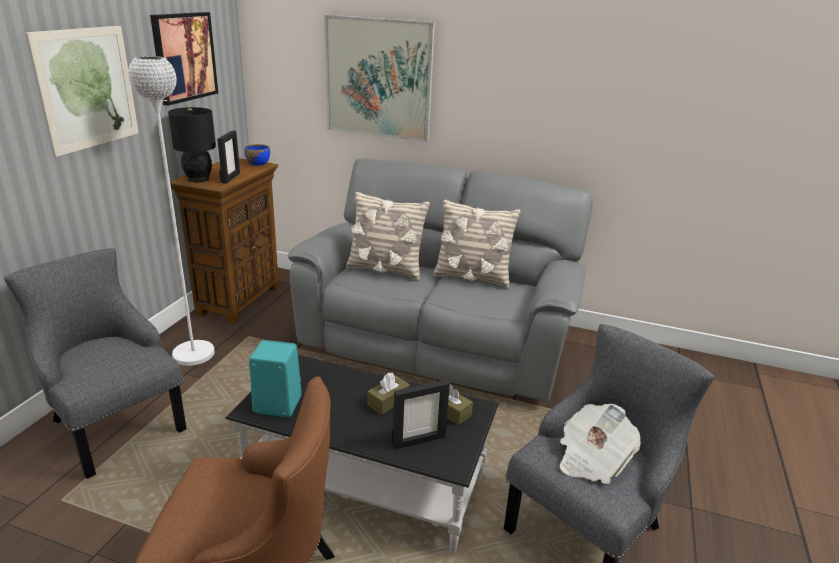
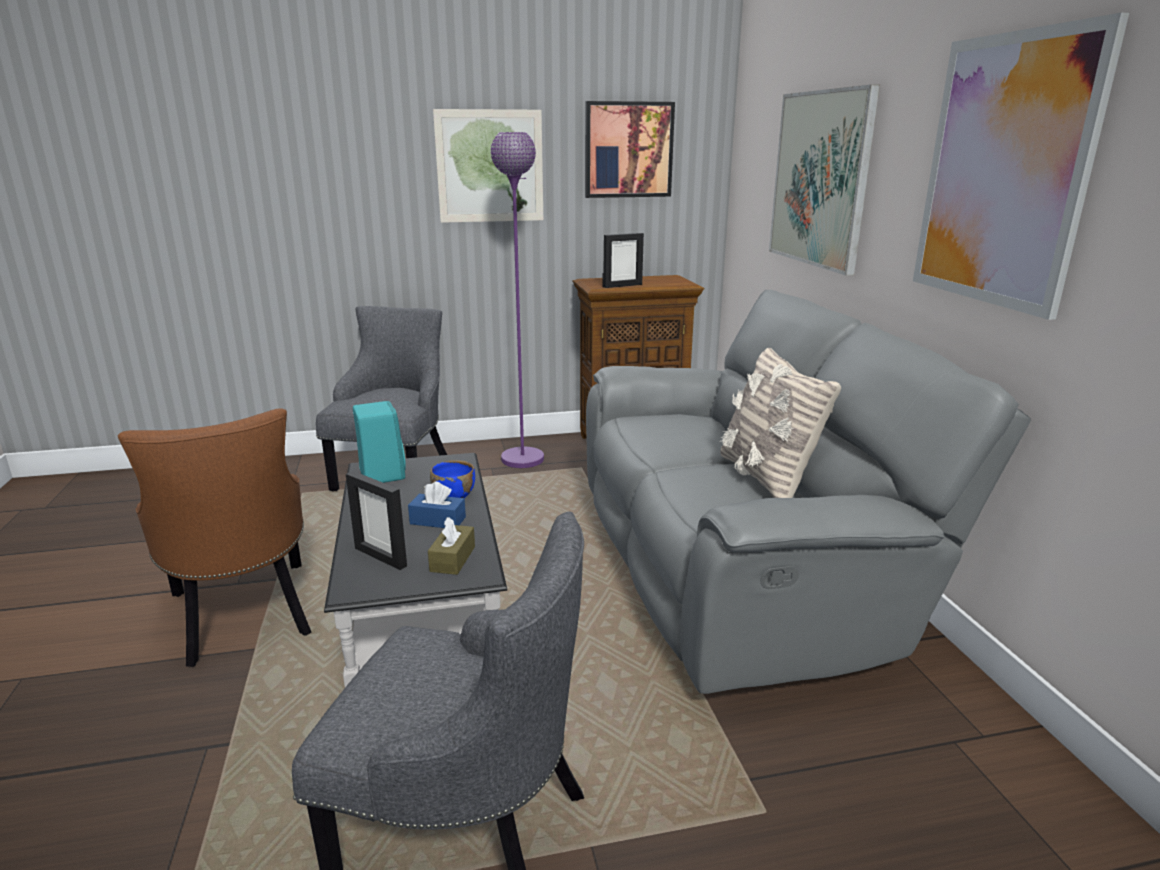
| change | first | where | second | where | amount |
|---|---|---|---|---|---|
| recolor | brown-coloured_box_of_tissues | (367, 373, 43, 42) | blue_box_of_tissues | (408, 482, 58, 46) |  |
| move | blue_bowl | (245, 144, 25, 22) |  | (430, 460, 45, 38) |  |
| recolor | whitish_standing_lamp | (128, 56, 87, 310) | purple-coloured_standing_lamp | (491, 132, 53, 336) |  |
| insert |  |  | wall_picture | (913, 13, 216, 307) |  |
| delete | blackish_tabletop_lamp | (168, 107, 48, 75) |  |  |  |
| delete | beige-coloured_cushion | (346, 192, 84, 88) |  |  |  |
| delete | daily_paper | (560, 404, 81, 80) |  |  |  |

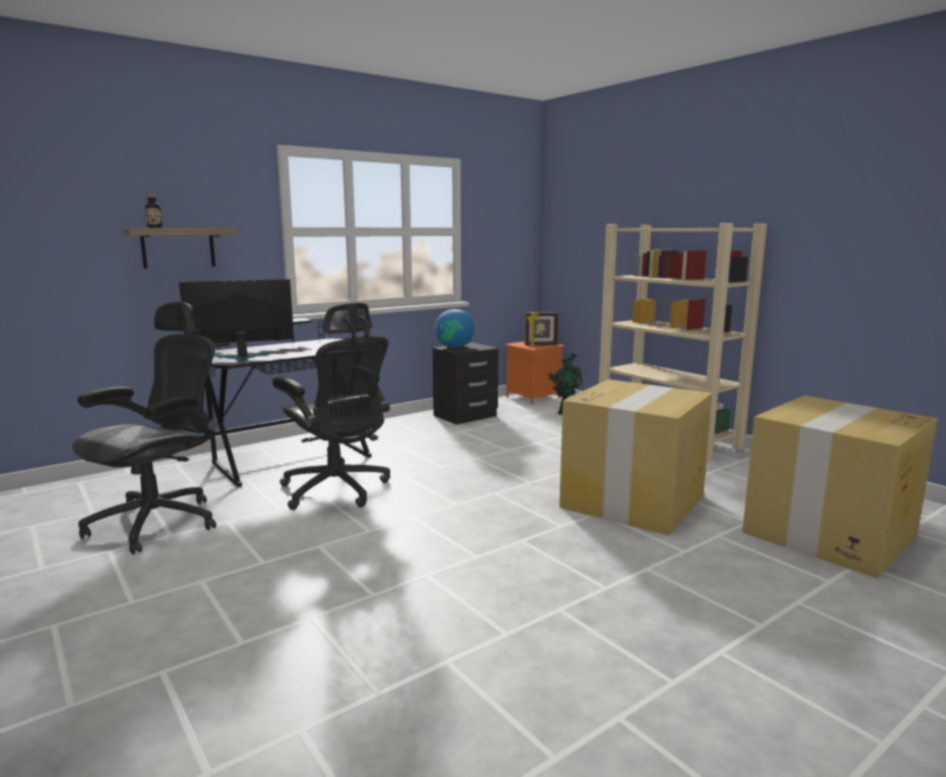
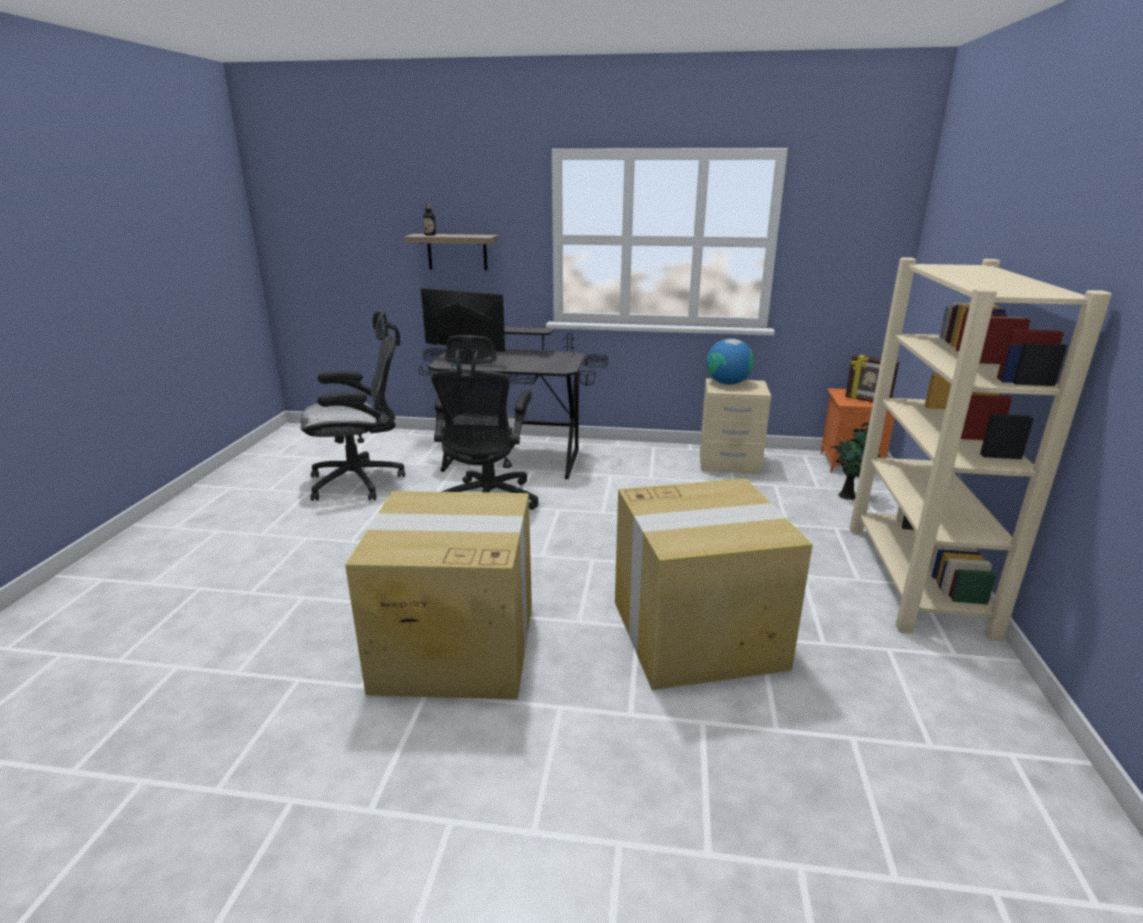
| change | first | where | second | where | amount |
|---|---|---|---|---|---|
| move | carton | (742, 396, 196, 183) |  | (345, 491, 187, 209) |  |
| recolor | blackish_bedside_table | (433, 343, 66, 82) | beige-coloured_bedside_table | (700, 378, 71, 96) |  |

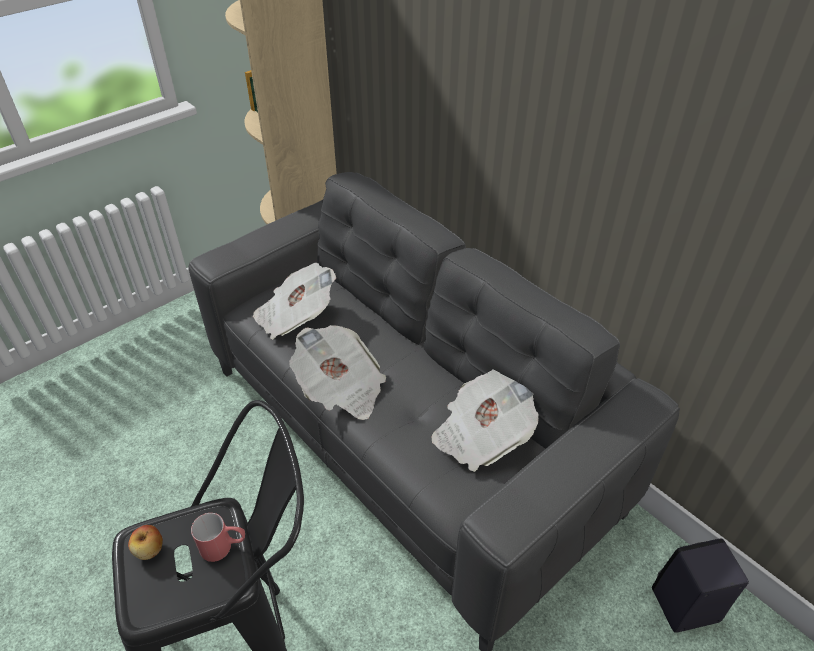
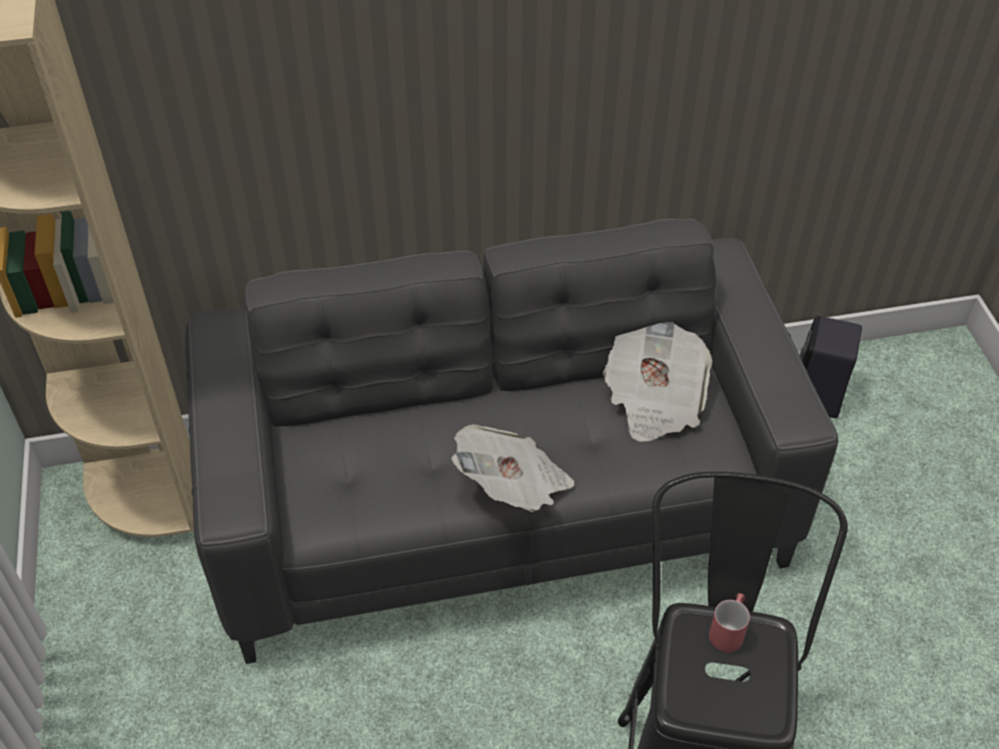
| change | first | where | second | where | amount |
|---|---|---|---|---|---|
| delete | apple | (128, 525, 35, 35) |  |  |  |
| delete | daily_paper | (253, 263, 83, 77) |  |  |  |

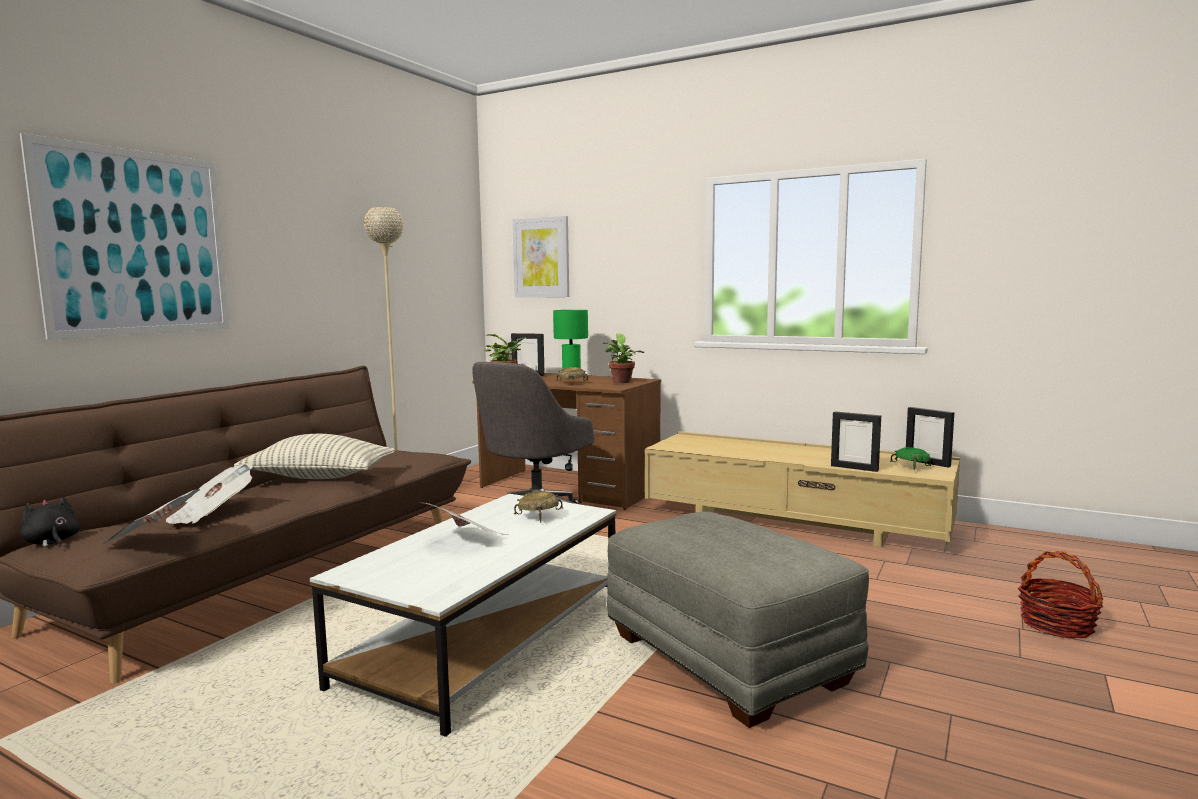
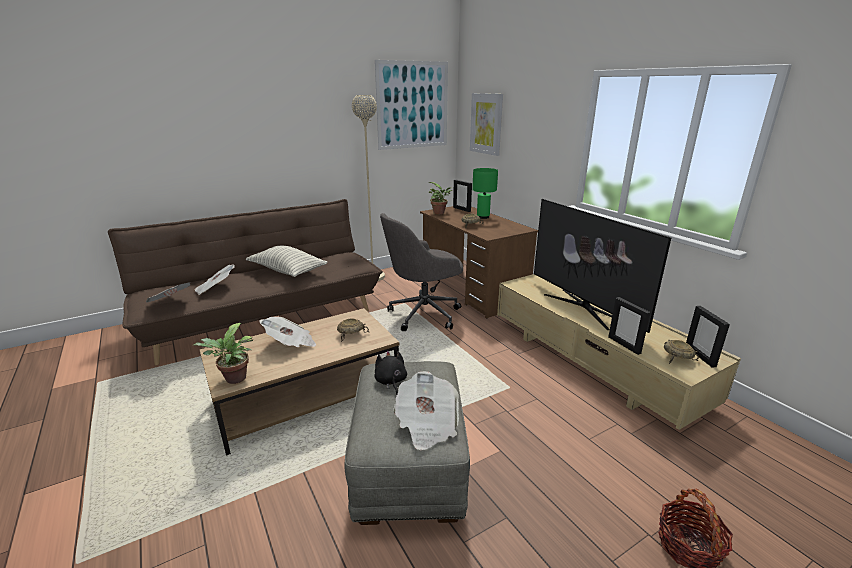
| change | first | where | second | where | amount |
|---|---|---|---|---|---|
| move | potted_plant | (603, 334, 41, 49) |  | (192, 323, 61, 61) |  |
| recolor | whitish_low_table | (310, 494, 306, 243) | brown-coloured_low_table | (200, 308, 199, 148) |  |
| move | blackish_plush_toy | (20, 497, 60, 51) |  | (374, 350, 33, 45) |  |
| move | wall_picture | (20, 133, 210, 206) |  | (375, 60, 73, 90) |  |
| insert |  |  | daily_paper | (393, 371, 66, 80) |  |
| insert |  |  | TV_set | (534, 199, 137, 134) |  |
| recolor | green_bowl | (890, 447, 41, 24) | beige-coloured_bowl | (664, 340, 35, 24) |  |

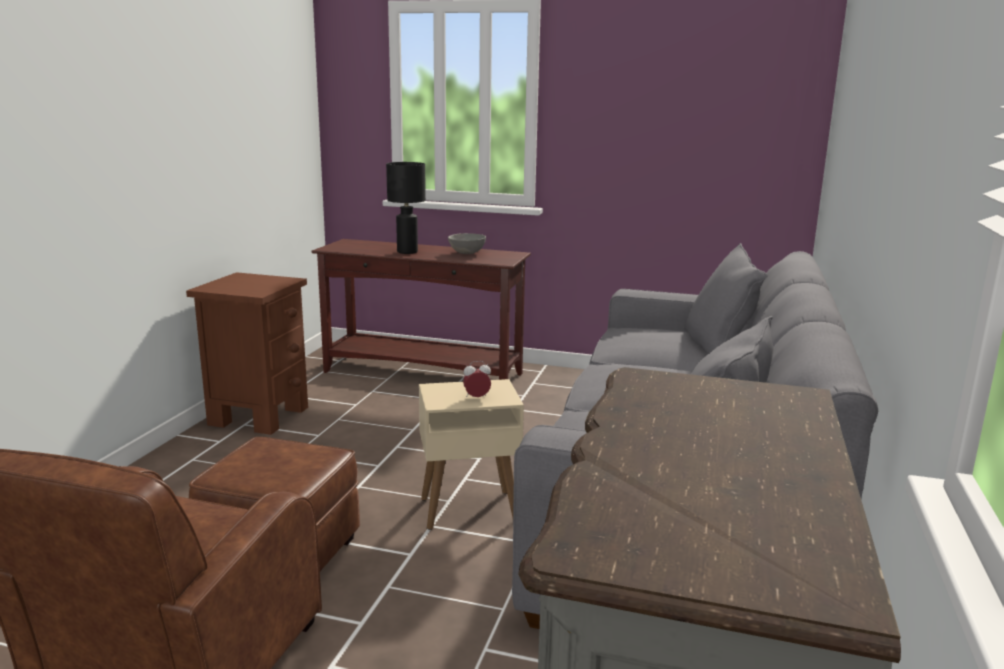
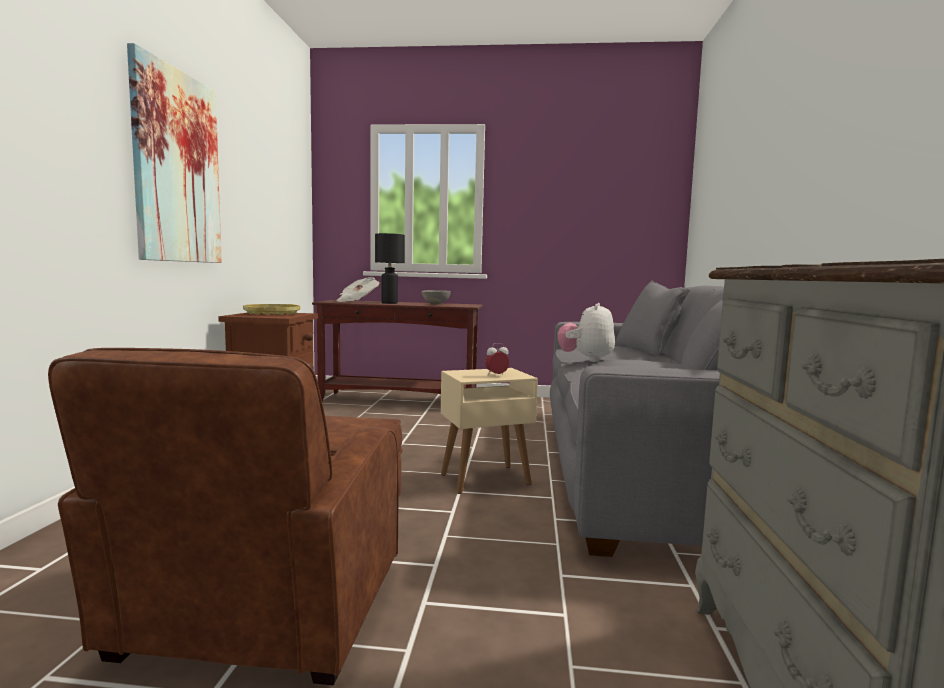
| change | first | where | second | where | amount |
|---|---|---|---|---|---|
| insert |  |  | wall_picture | (127, 43, 95, 220) |  |
| insert |  |  | yellowish_serving_tray | (243, 304, 57, 11) |  |
| insert |  |  | daily_paper | (336, 277, 44, 25) |  |
| insert |  |  | plush_toy | (558, 303, 57, 59) |  |

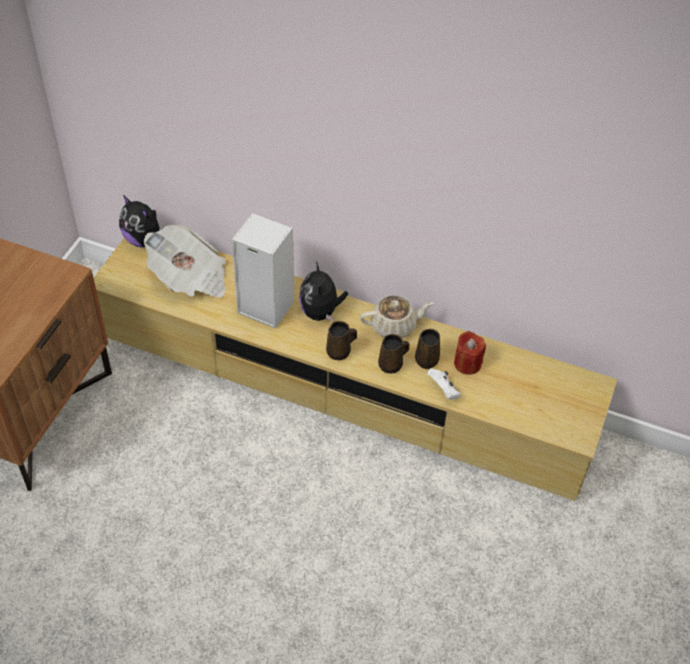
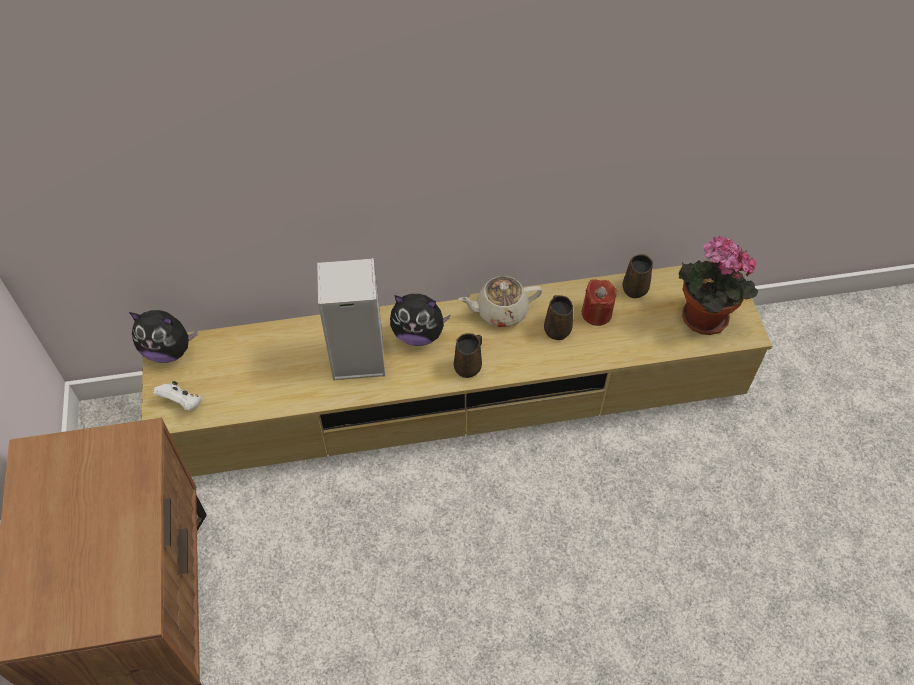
| change | first | where | second | where | amount |
|---|---|---|---|---|---|
| move | whitish_joypad | (427, 369, 34, 31) |  | (153, 381, 49, 30) |  |
| rotate | plush_toy | (299, 262, 49, 60) |  | (390, 294, 61, 52) | 45 degrees counterclockwise |
| rotate | beige-coloured_teapot | (360, 295, 73, 43) |  | (458, 276, 84, 51) | 150 degrees counterclockwise |
| move | brown-coloured_tea_mug | (378, 334, 31, 39) |  | (623, 254, 30, 44) |  |
| insert |  |  | potted_plant | (678, 235, 81, 100) |  |
| delete | daily_paper | (144, 225, 82, 73) |  |  |  |

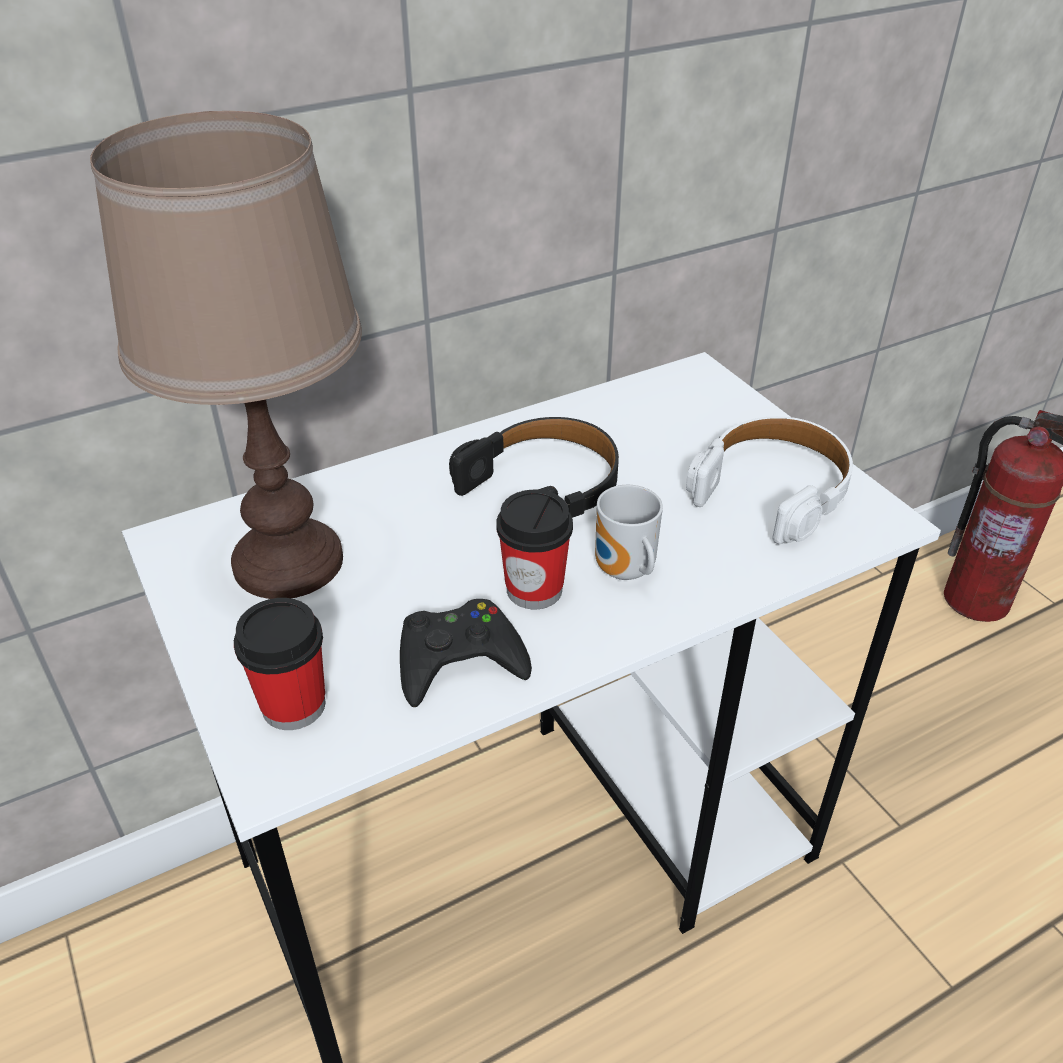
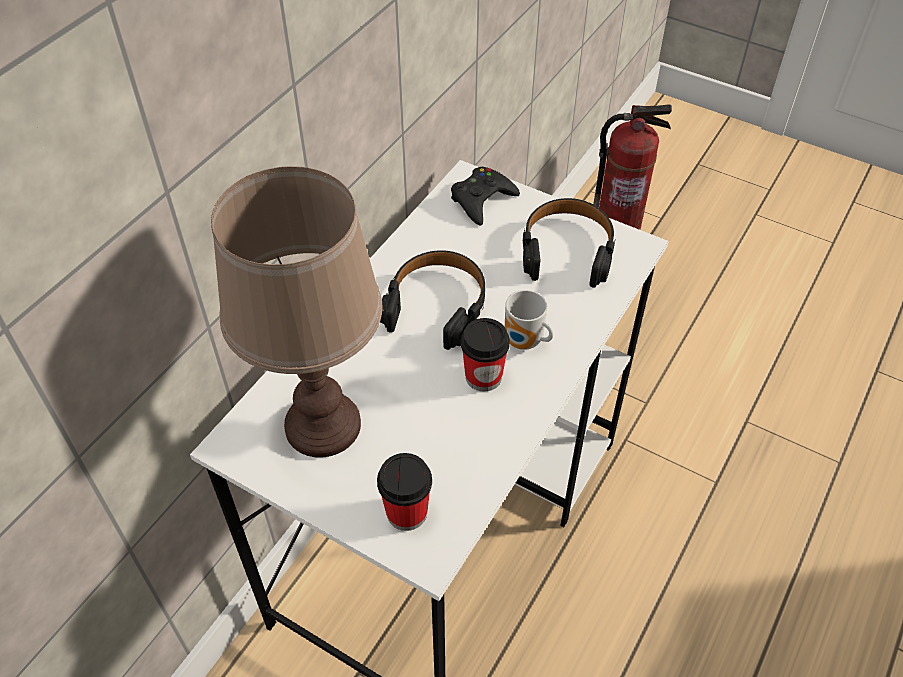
| change | first | where | second | where | amount |
|---|---|---|---|---|---|
| move | blackish_joypad | (400, 599, 132, 108) |  | (451, 167, 69, 59) |  |
| recolor | whitish_pair_of_headphones | (686, 416, 167, 128) | blackish_pair_of_headphones | (523, 198, 93, 90) |  |

